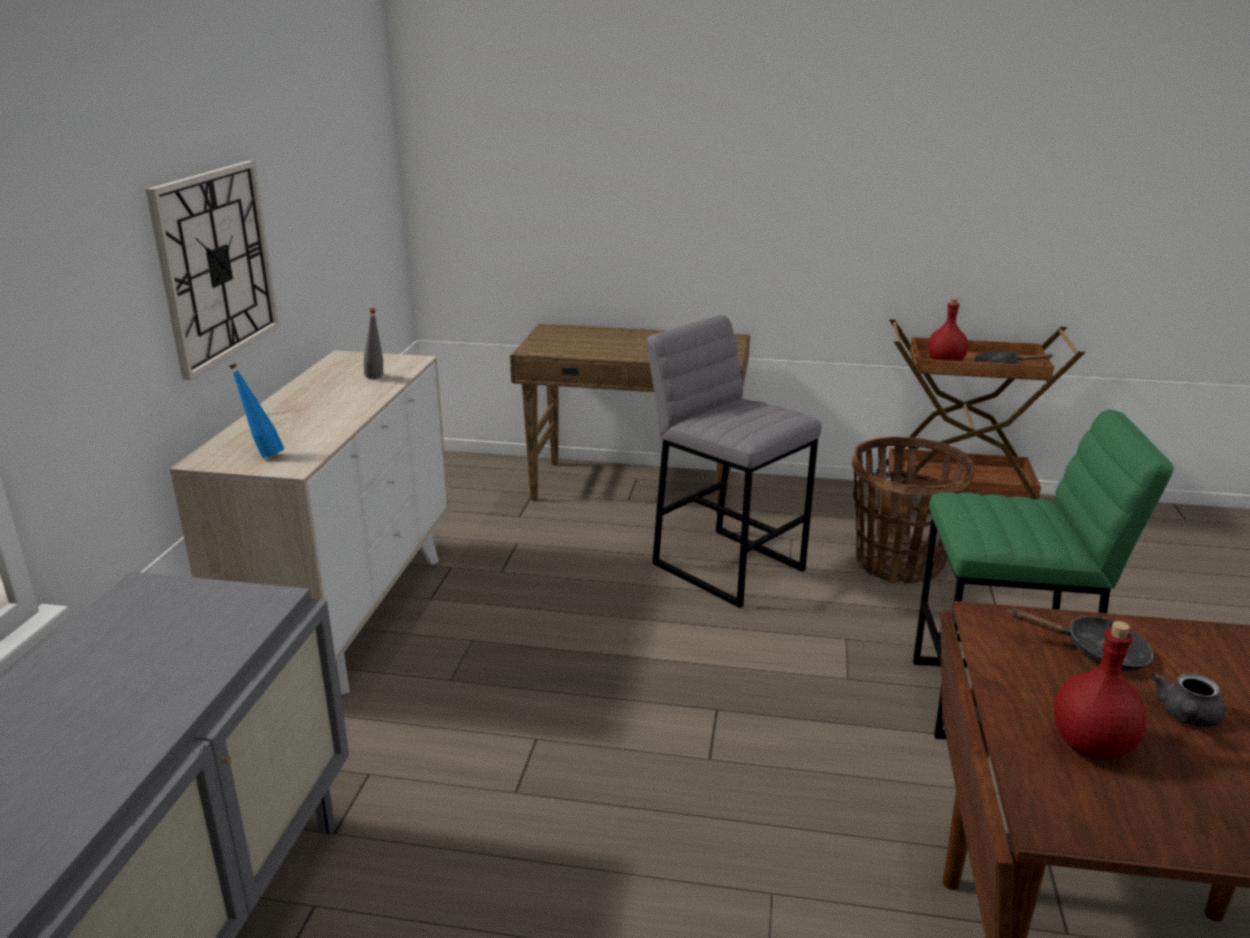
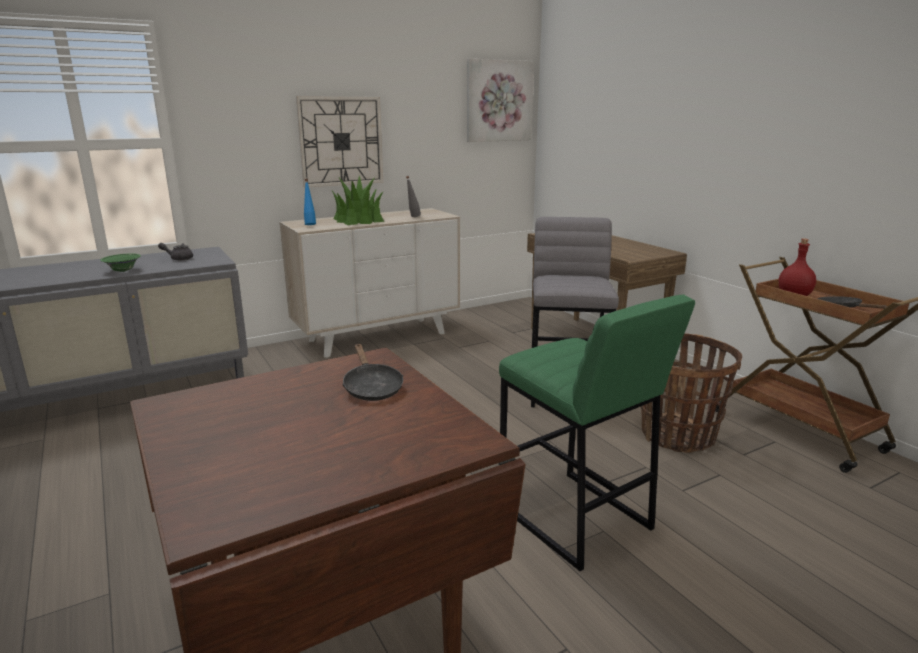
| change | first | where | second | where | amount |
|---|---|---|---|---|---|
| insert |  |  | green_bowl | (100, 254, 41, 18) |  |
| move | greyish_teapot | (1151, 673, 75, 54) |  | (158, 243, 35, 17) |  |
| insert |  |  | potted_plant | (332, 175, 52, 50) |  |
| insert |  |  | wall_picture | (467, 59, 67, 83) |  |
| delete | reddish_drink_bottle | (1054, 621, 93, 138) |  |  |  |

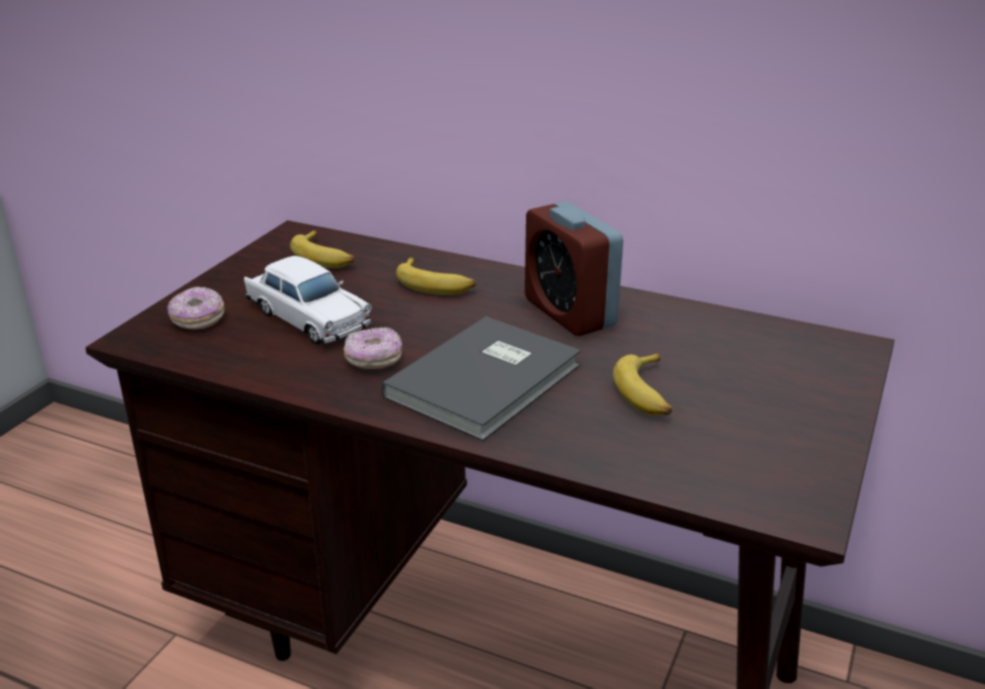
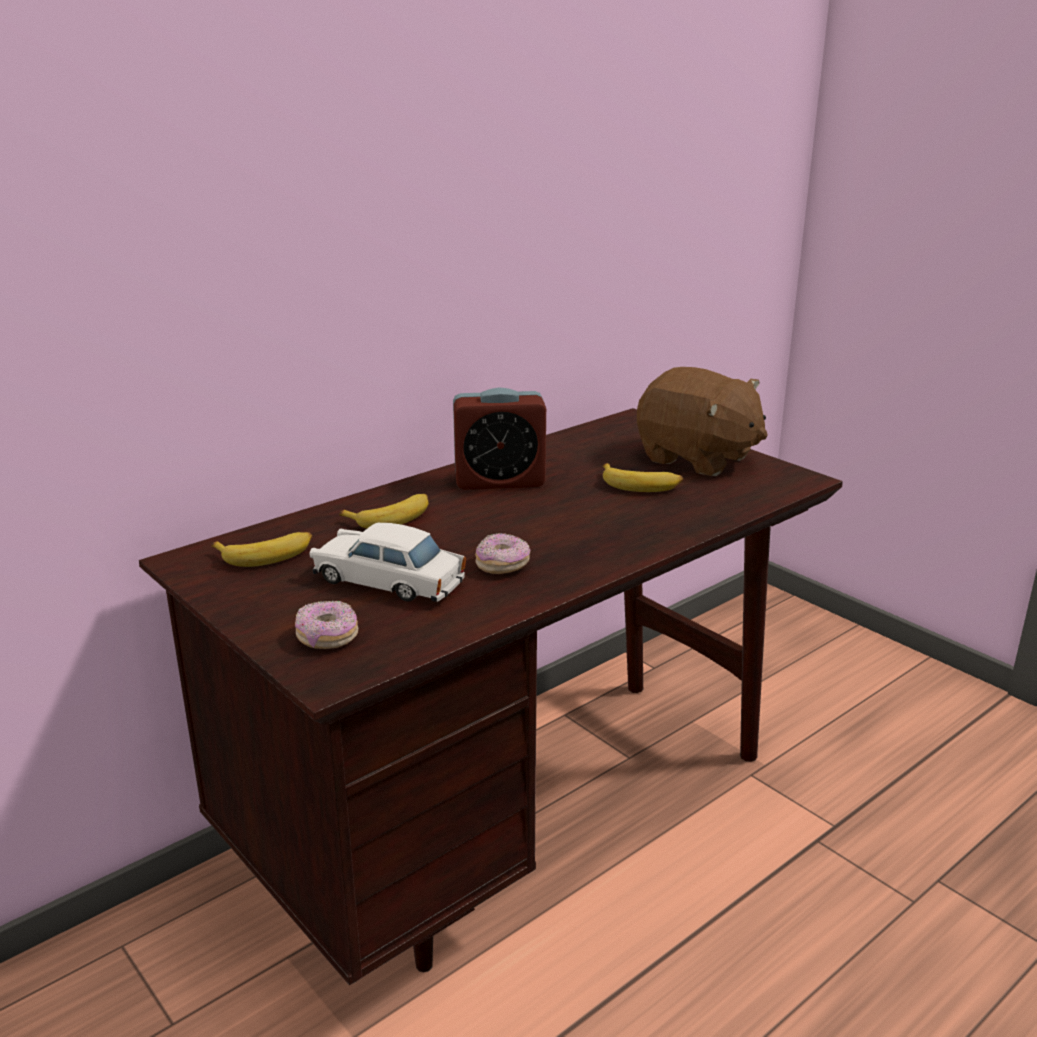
| change | first | where | second | where | amount |
|---|---|---|---|---|---|
| rotate | whitish_model_car | (244, 256, 128, 88) |  | (309, 523, 157, 79) | 135 degrees counterclockwise |
| insert |  |  | brown-coloured_plush_toy | (637, 367, 131, 109) |  |
| delete | greyish_bound_book | (381, 316, 200, 125) |  |  |  |

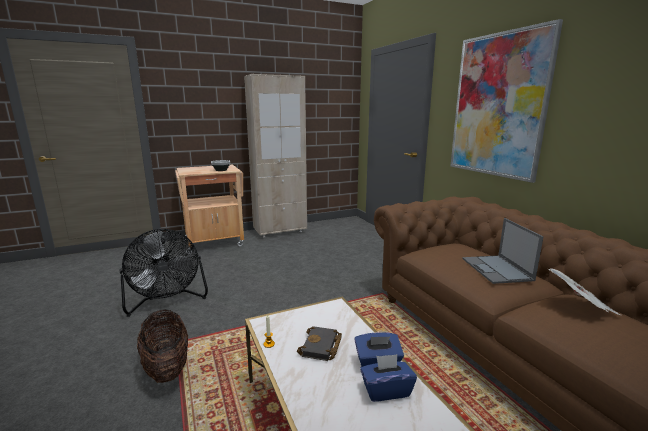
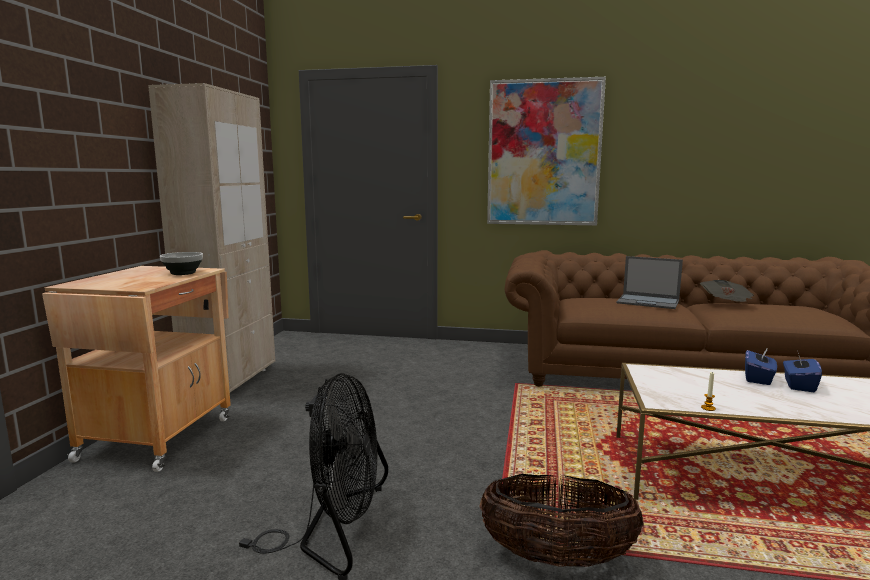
| change | first | where | second | where | amount |
|---|---|---|---|---|---|
| delete | blackish_bound_book | (297, 326, 45, 35) |  |  |  |

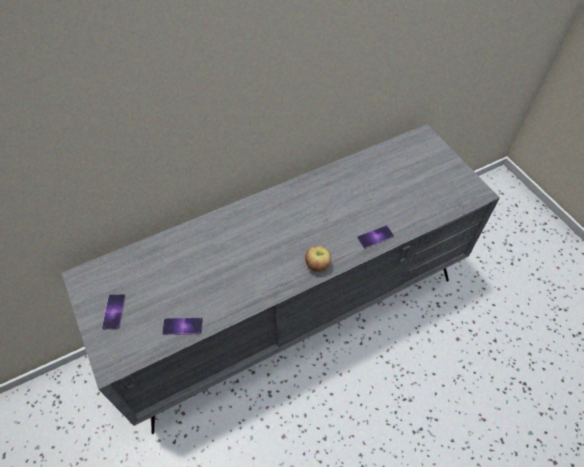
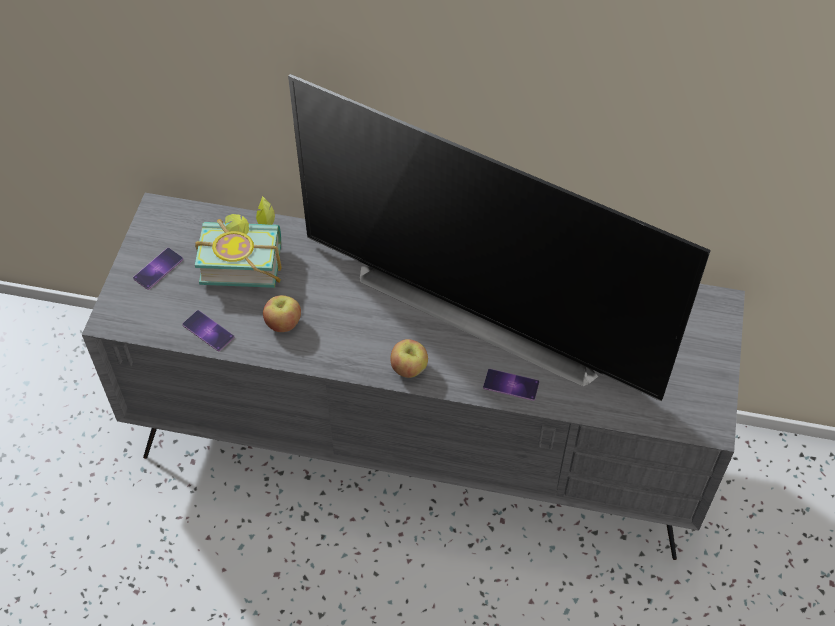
| change | first | where | second | where | amount |
|---|---|---|---|---|---|
| insert |  |  | bound_book | (195, 196, 87, 92) |  |
| insert |  |  | apple | (263, 295, 38, 37) |  |
| insert |  |  | TV_set | (288, 74, 423, 327) |  |

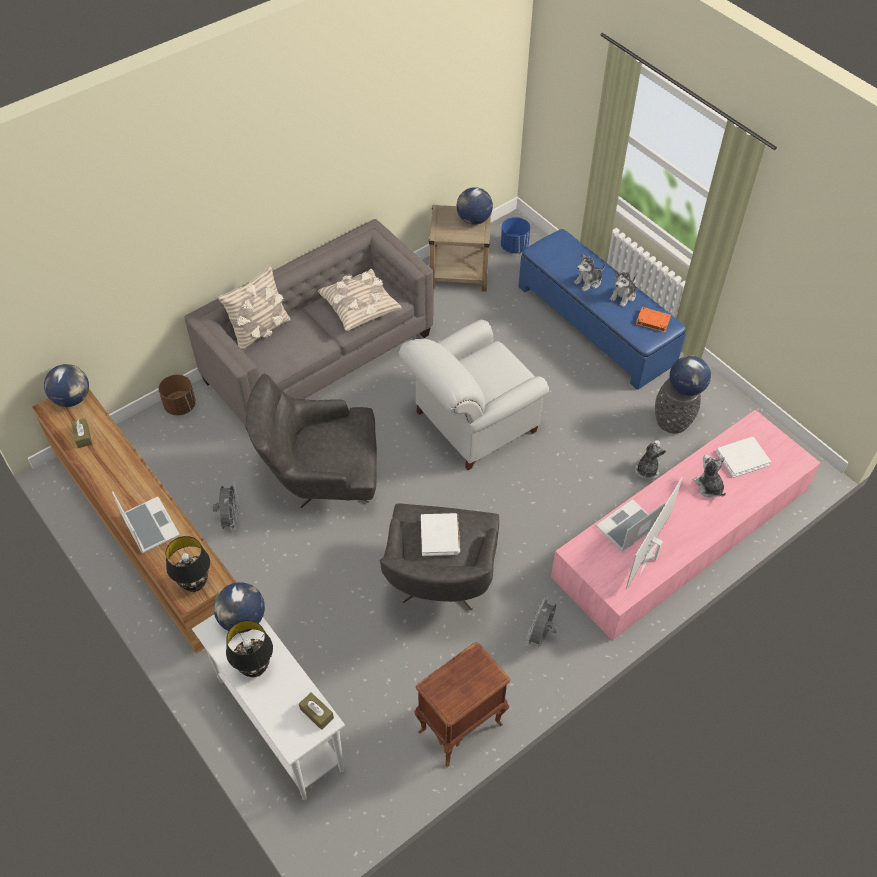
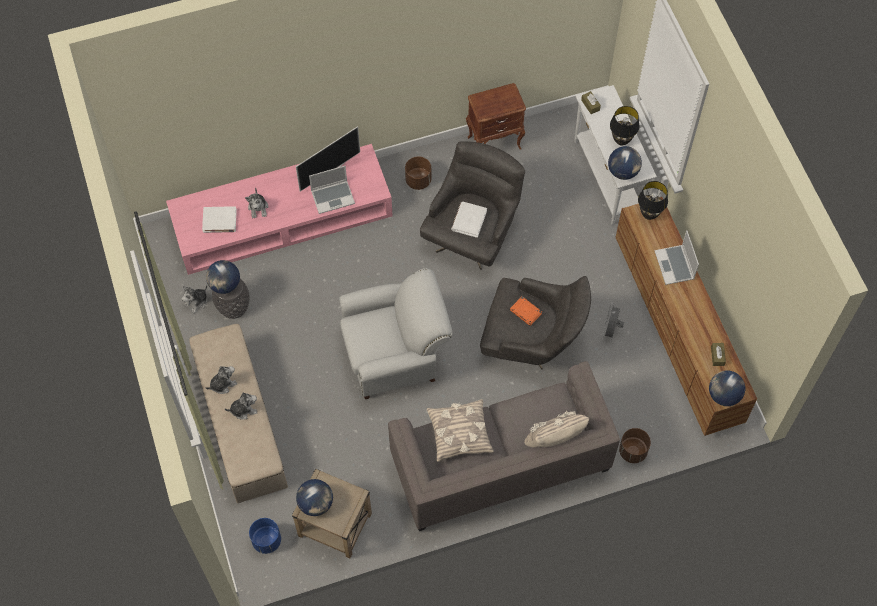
| change | first | where | second | where | amount |
|---|---|---|---|---|---|
| move | plush_toy | (635, 440, 32, 40) |  | (181, 285, 26, 28) |  |
| recolor | blue_long_seat | (518, 229, 168, 161) | beige-coloured_long_seat | (189, 324, 99, 179) |  |
| replace | greyish_fan | (525, 596, 34, 51) | brown-coloured_plant_pot | (405, 156, 26, 34) |  |
| move | orange_bound_book | (636, 307, 35, 25) |  | (510, 296, 32, 30) |  |

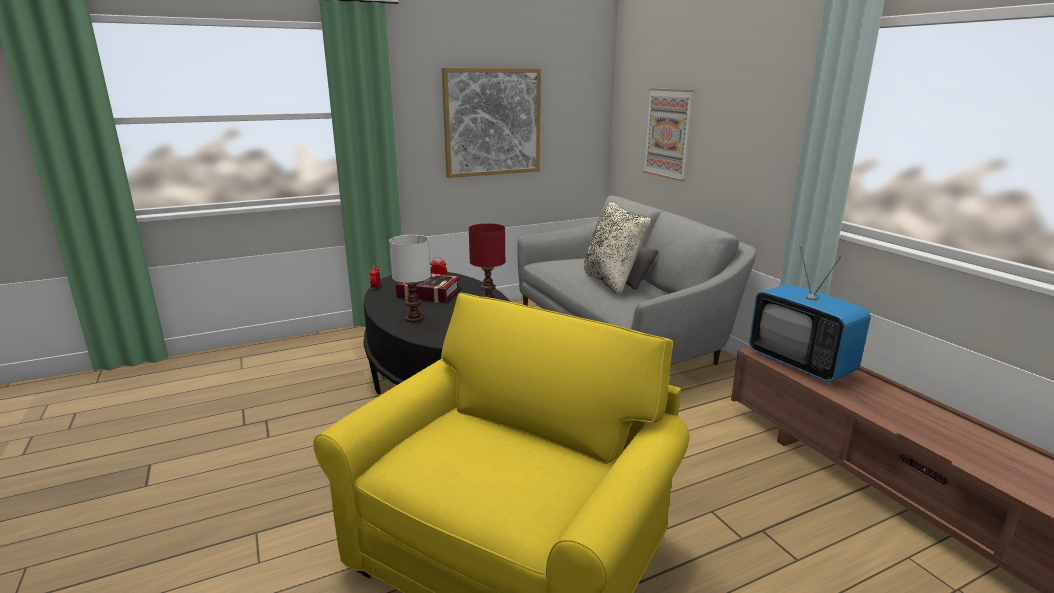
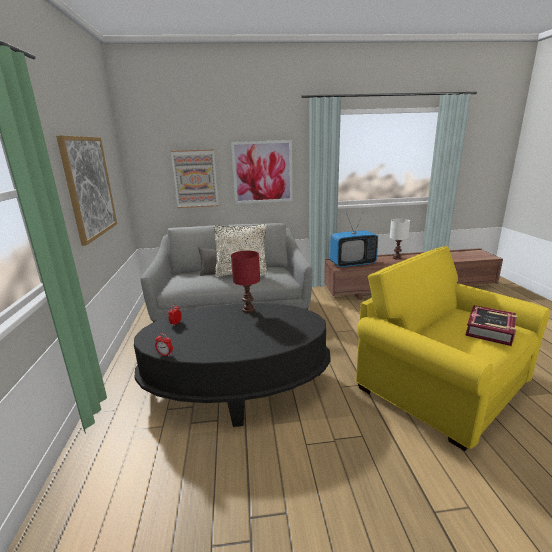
| change | first | where | second | where | amount |
|---|---|---|---|---|---|
| insert |  |  | wall_picture | (231, 140, 62, 64) |  |
| move | whitish_tabletop_lamp | (389, 235, 42, 88) |  | (390, 219, 20, 41) |  |
| move | bound_book | (396, 273, 65, 30) |  | (465, 305, 52, 41) |  |

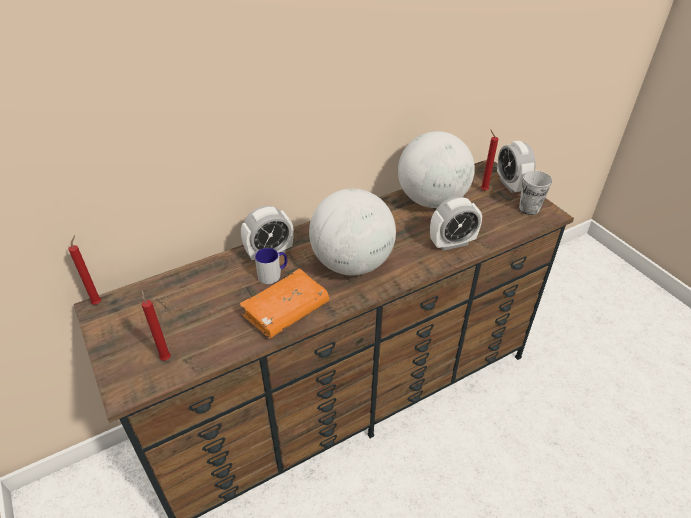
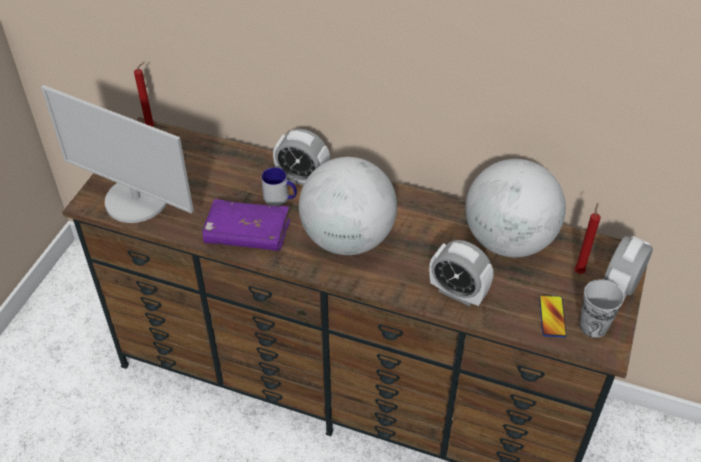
| change | first | where | second | where | amount |
|---|---|---|---|---|---|
| replace | reddish_wax_light | (141, 290, 30, 71) | computer_screen | (41, 85, 153, 138) |  |
| recolor | orange_bound_book | (239, 269, 90, 69) | purple-coloured_bound_book | (202, 199, 88, 52) |  |
| insert |  |  | phone | (539, 295, 27, 42) |  |

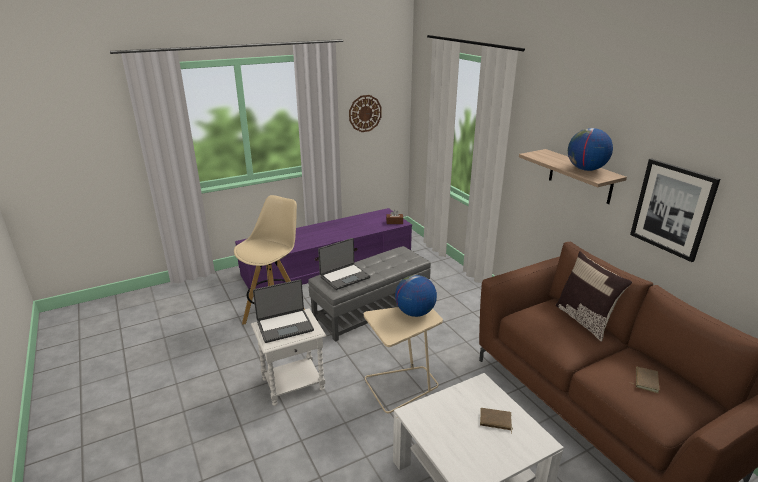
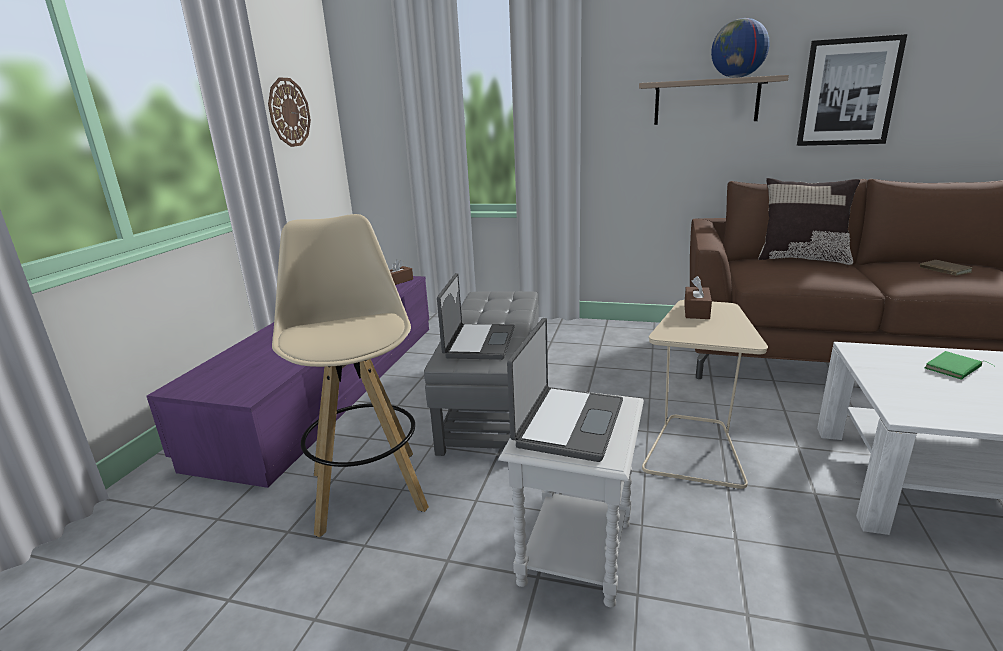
| change | first | where | second | where | amount |
|---|---|---|---|---|---|
| replace | desk_globe | (395, 275, 42, 42) | brown-coloured_box_of_tissues | (684, 276, 28, 43) |  |
| recolor | brown-coloured_bound_book | (480, 408, 33, 26) | green_bound_book | (924, 351, 70, 29) |  |

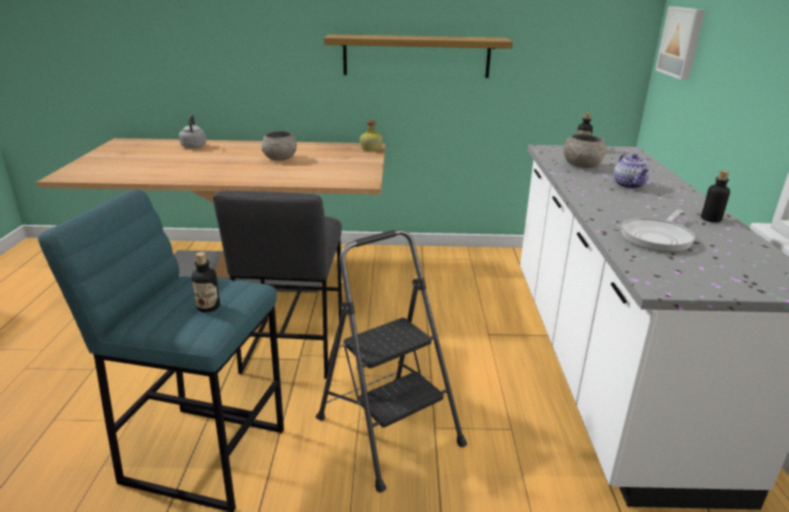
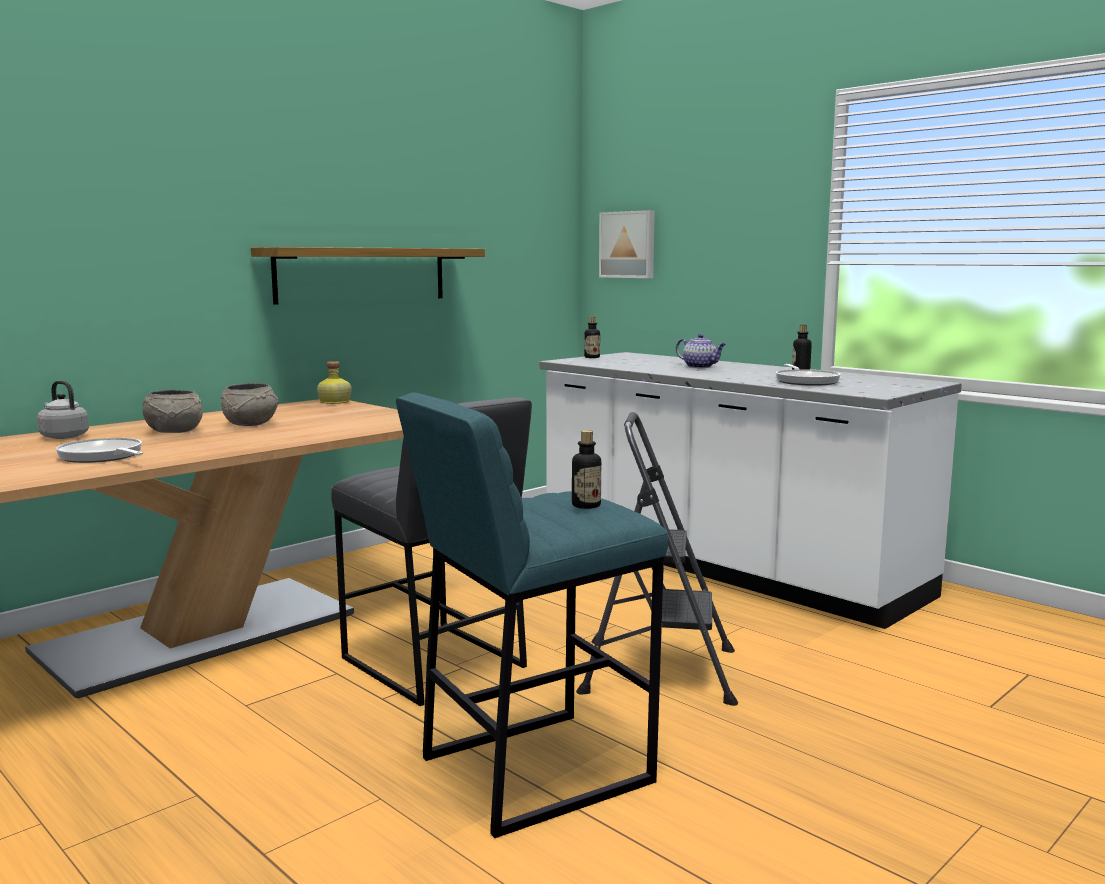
| change | first | where | second | where | amount |
|---|---|---|---|---|---|
| insert |  |  | frying_pan | (56, 438, 87, 25) |  |
| move | greyish_bowl | (563, 134, 43, 34) |  | (142, 389, 61, 44) |  |

